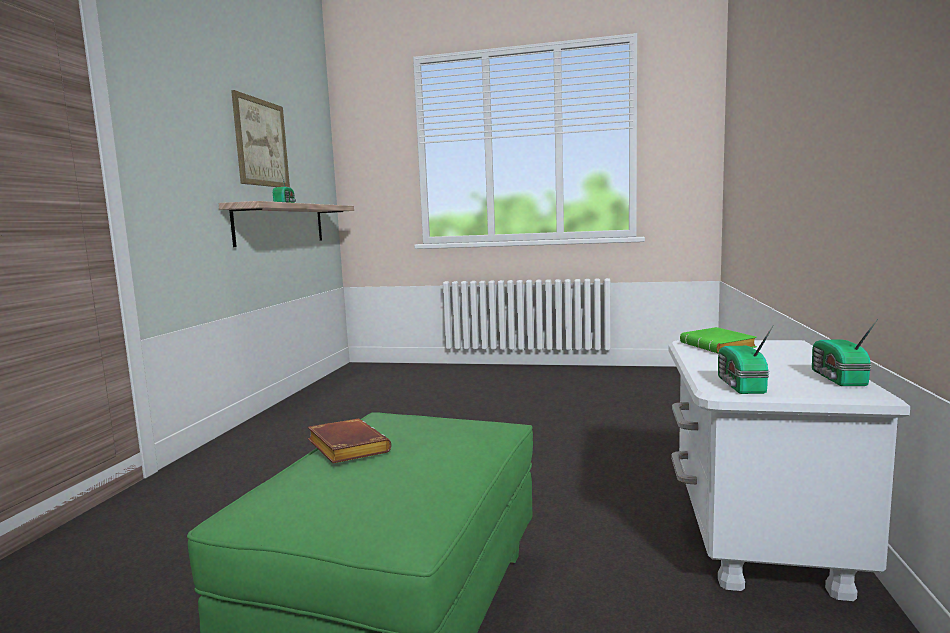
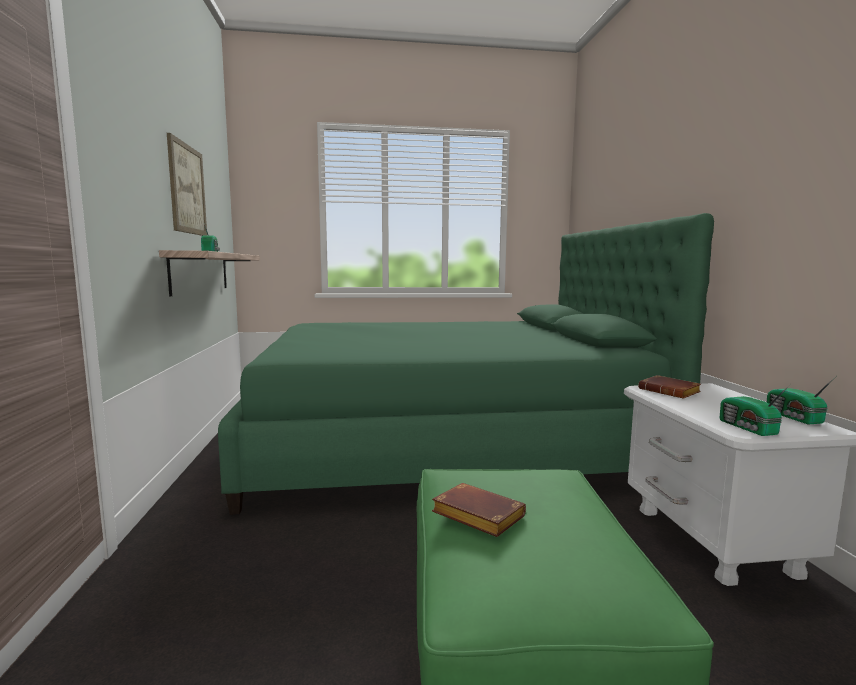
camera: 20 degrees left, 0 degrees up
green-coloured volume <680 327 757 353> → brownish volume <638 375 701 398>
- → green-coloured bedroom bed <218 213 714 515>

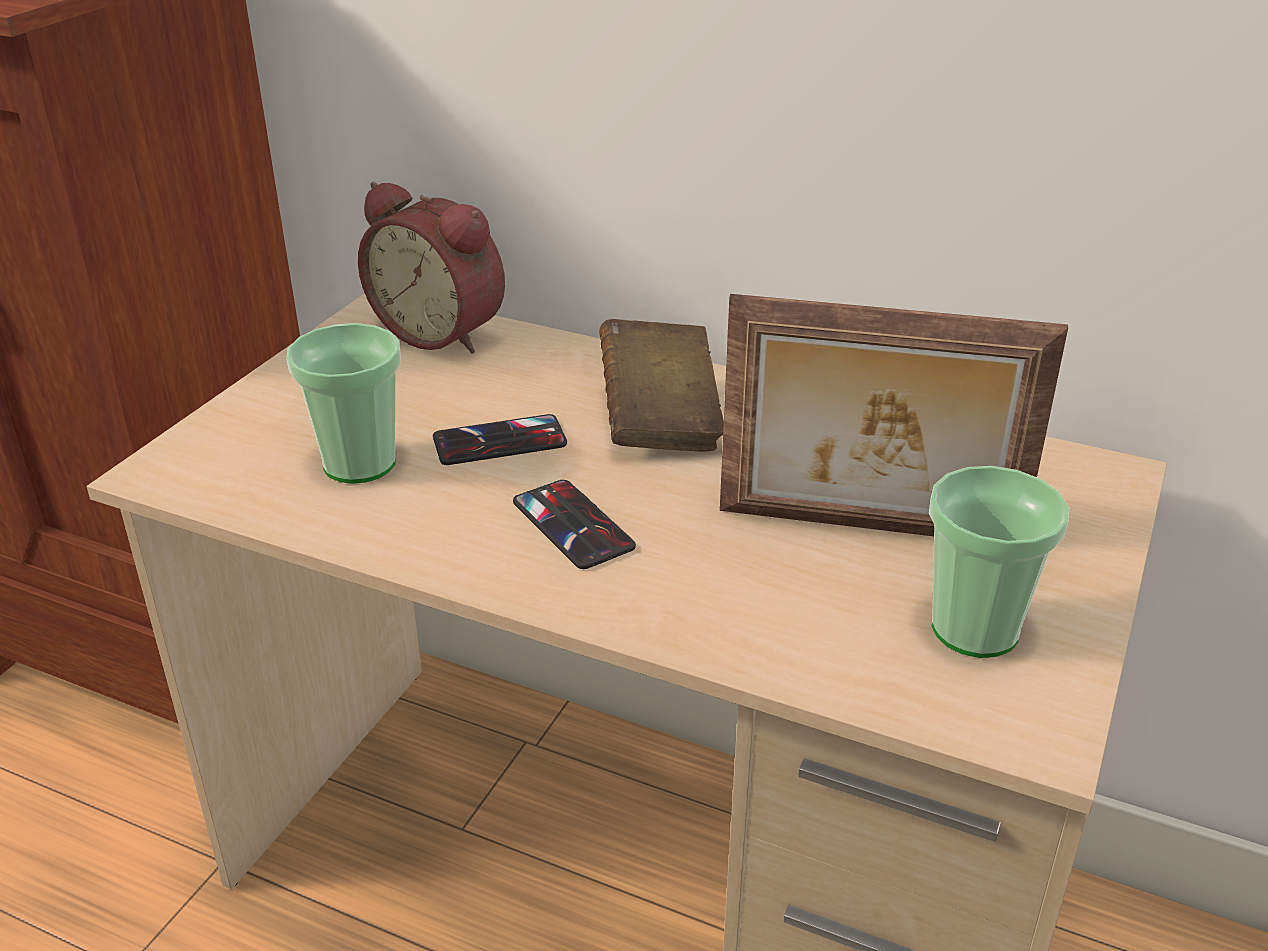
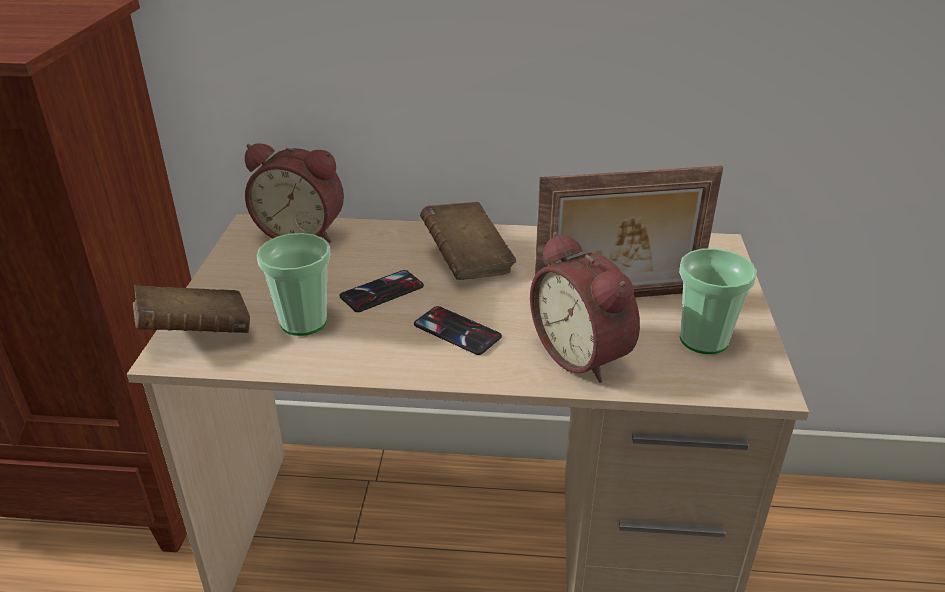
camera: 20 degrees left, 0 degrees up
- → brownish volume <133 285 250 333>
- → table clock <530 232 640 383>

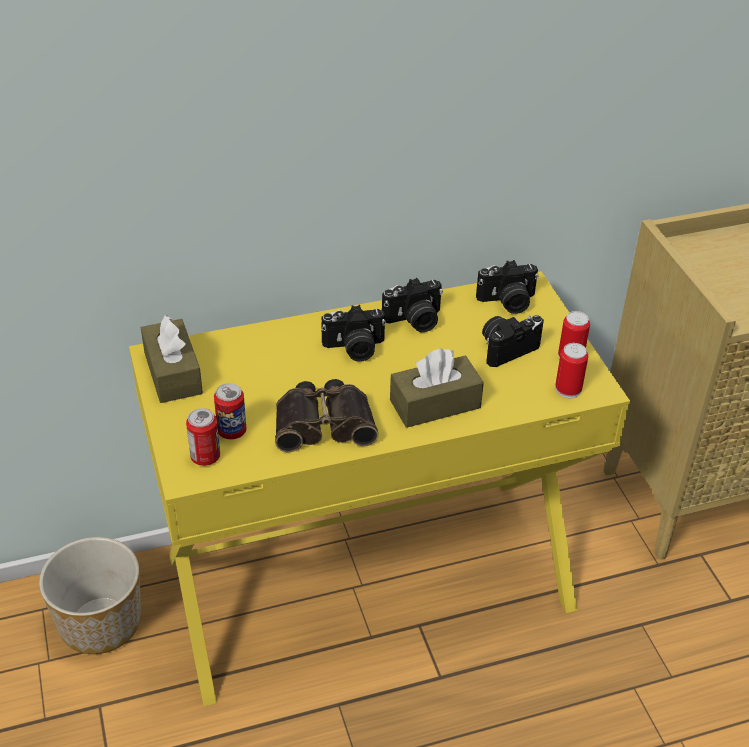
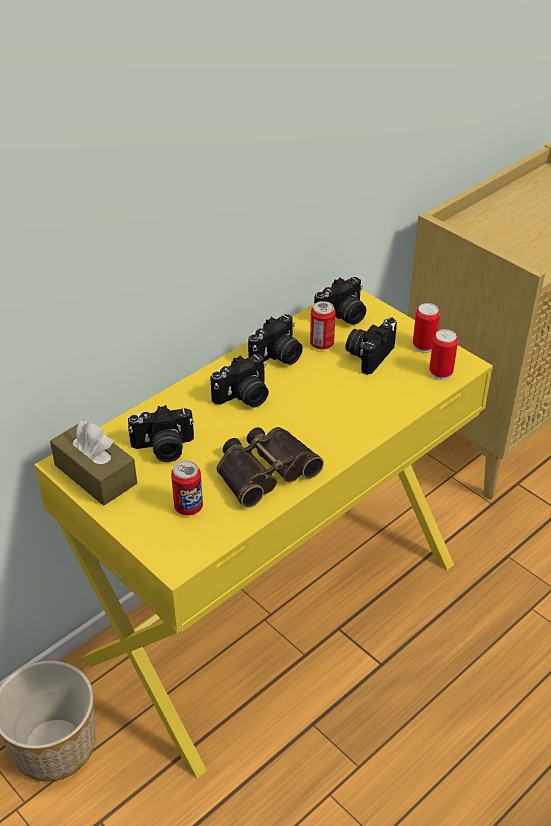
camera: 25 degrees left, 0 degrees up
sealed can <186 408 220 466> → sealed can <310 301 336 349>, relocated
brownish box of tissues <390 348 484 428> → -
- → photo camera <128 405 194 462>

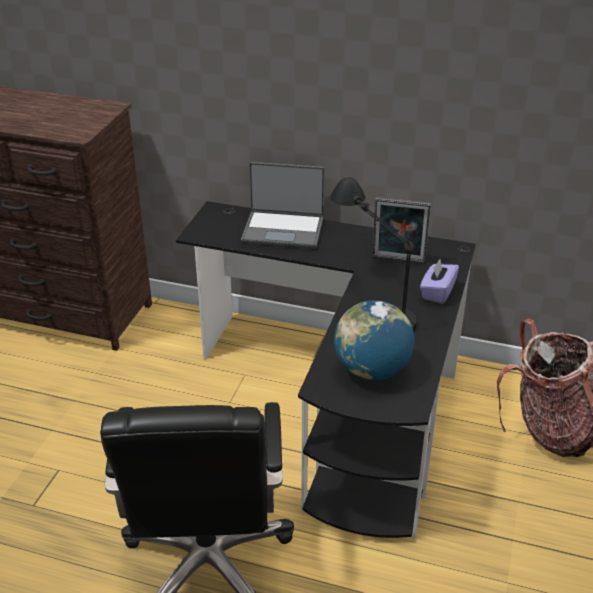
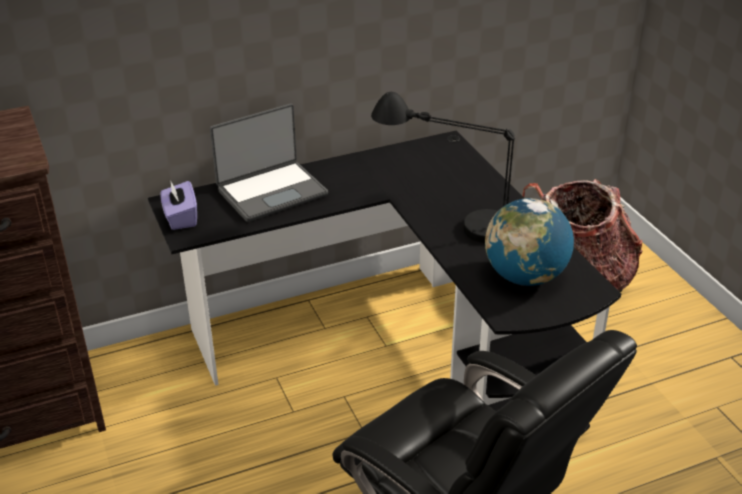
camera: 40 degrees left, 0 degrees up
standing frame <373 197 431 263> → -
purple box of tissues <420 259 459 304> → purple box of tissues <160 180 197 230>, relocated

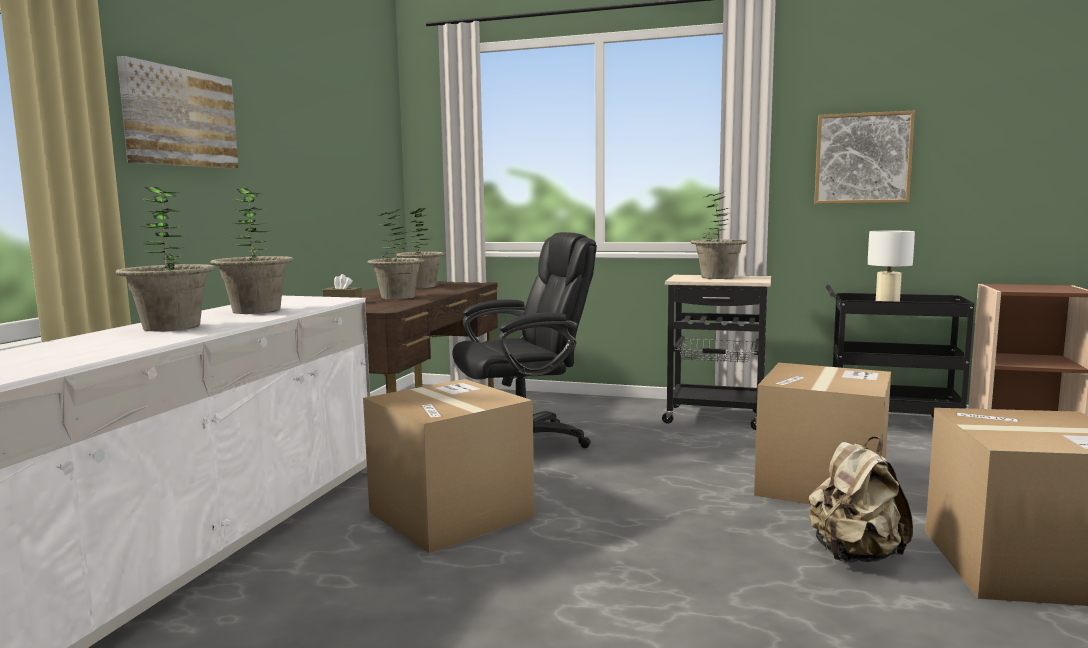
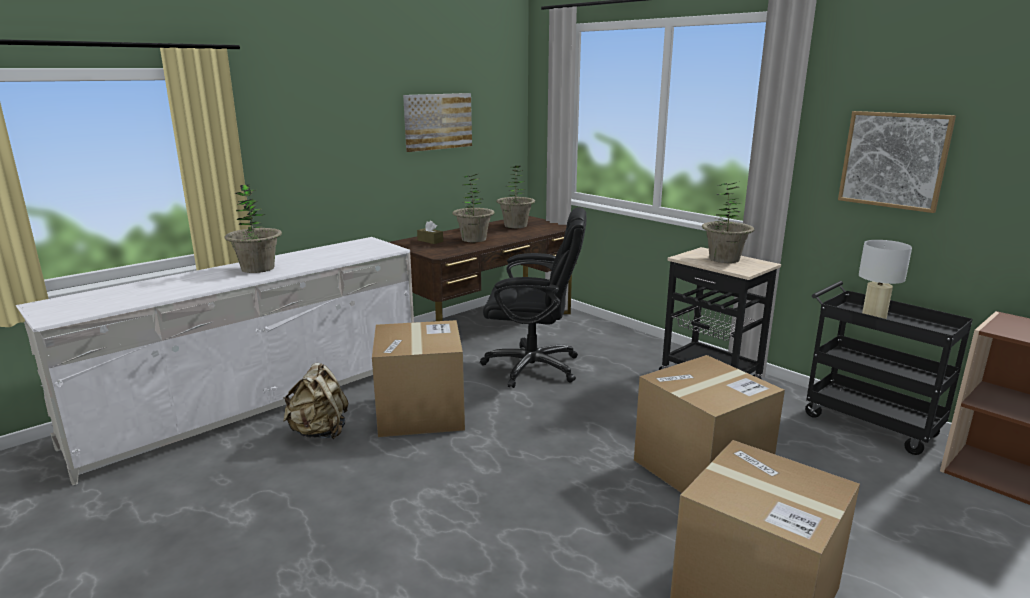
camera: 30 degrees right, 10 degrees up
wall picture <117 56 239 169> → wall picture <403 93 472 152>, relocated
houseplant <210 188 294 314> → -
beige-coloured backpack <809 437 913 563> → beige-coloured backpack <283 363 349 439>, relocated

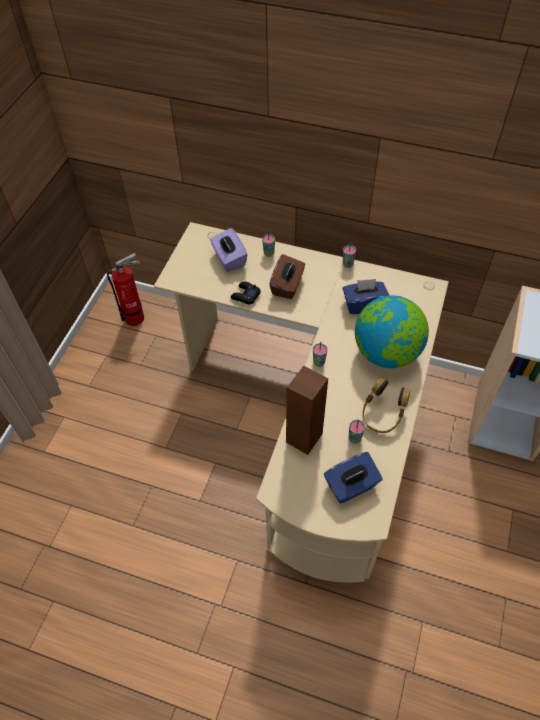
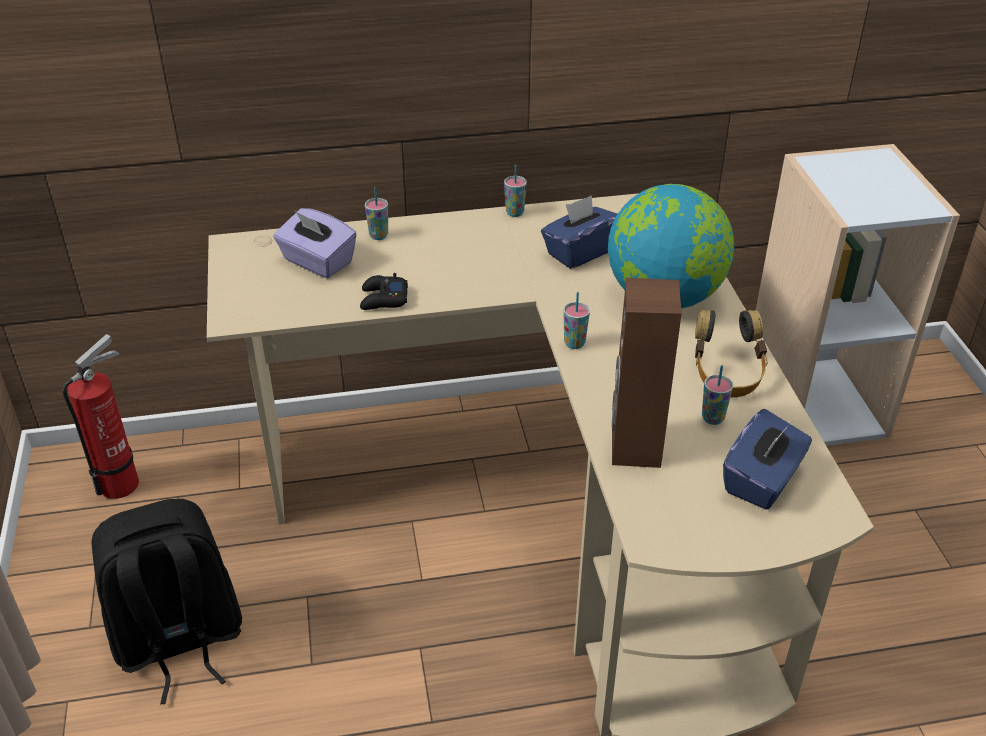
camera: 30 degrees left, 15 degrees down
brownish box of tissues <269 254 305 299> → -
- → blackish backpack <91 499 242 705>

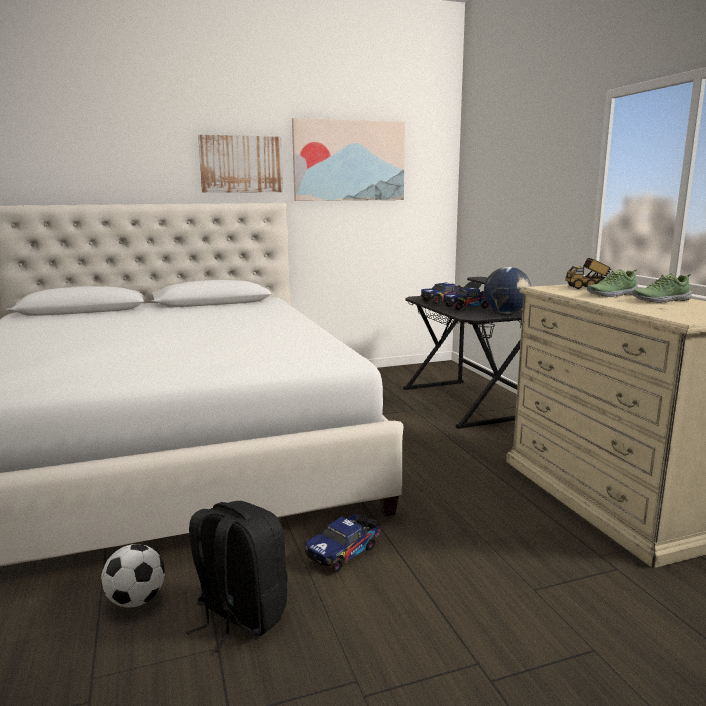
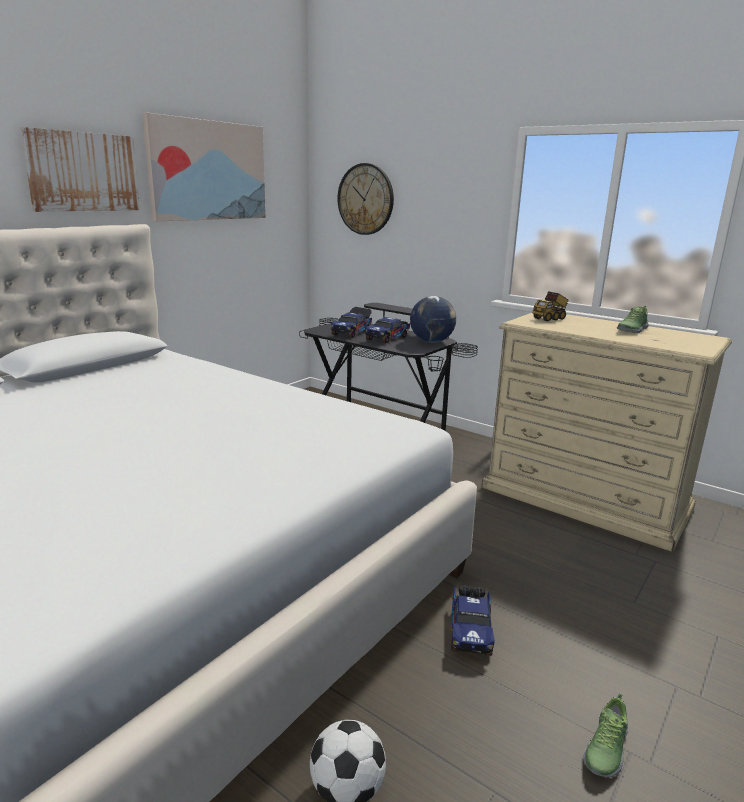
camera: 35 degrees left, 5 degrees up
blackish backpack <186 501 288 652> → -
shoe <587 269 638 297> → shoe <583 694 628 778>, relocated
- → hanging clock <337 163 394 235>

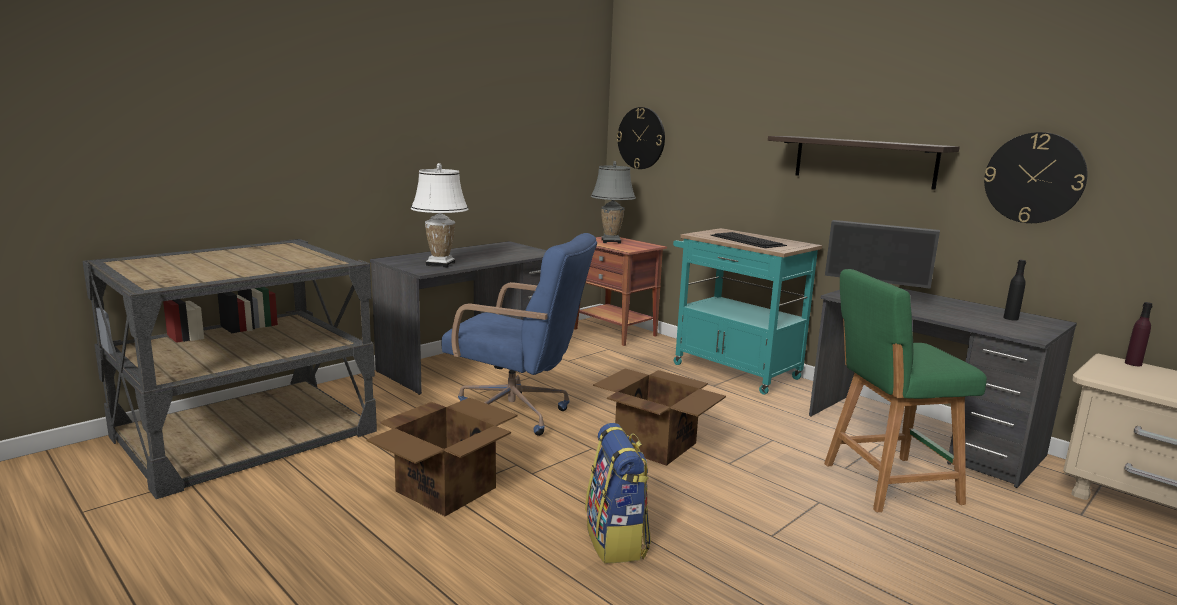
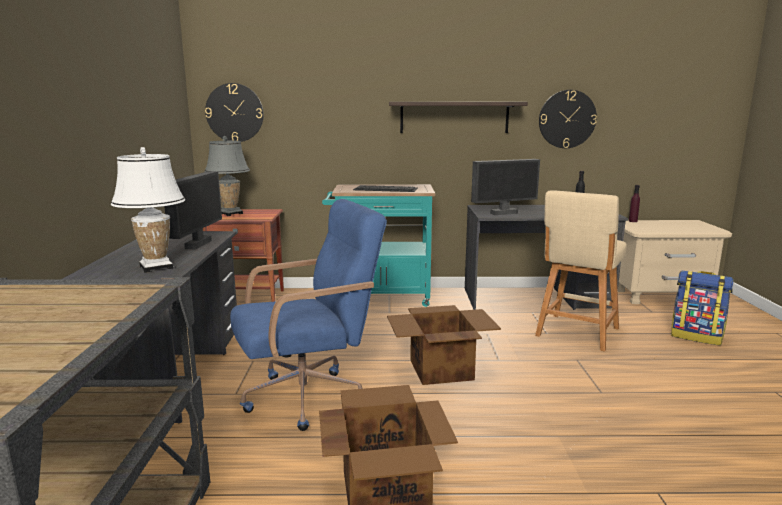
camera: 45 degrees left, 0 degrees up
backpack <585 423 651 564> → backpack <671 271 734 346>, relocated
green-coloured stool seat <824 269 987 512> → beige-coloured stool seat <535 190 627 352>
- → monitor <164 171 222 249>

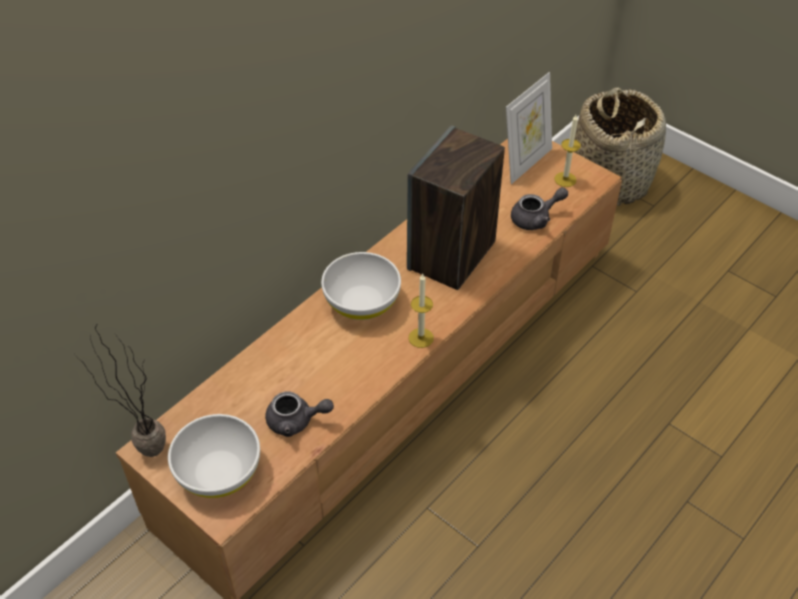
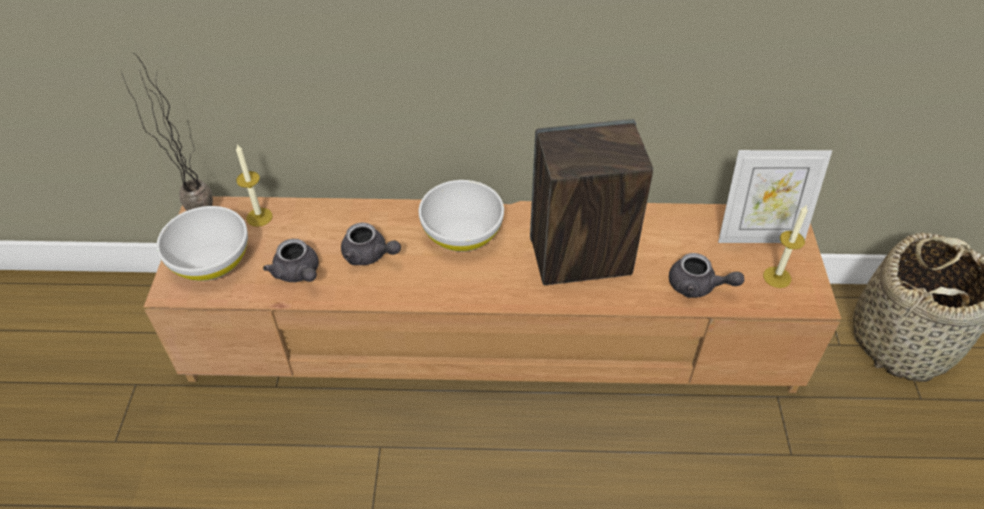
camera: 50 degrees right, 0 degrees up
candle <408 274 434 348> → candle <236 144 272 227>, relocated
- → greyish pot for tea <341 223 401 265>

